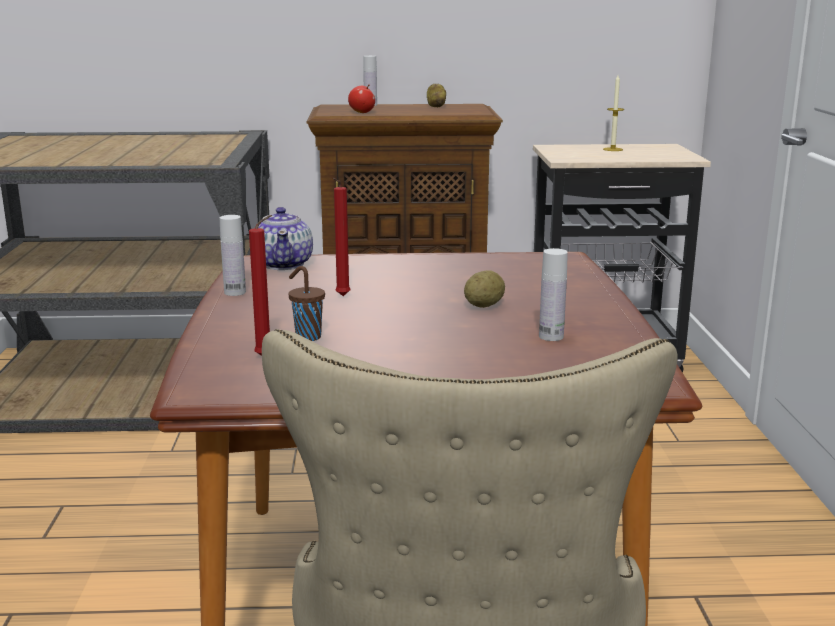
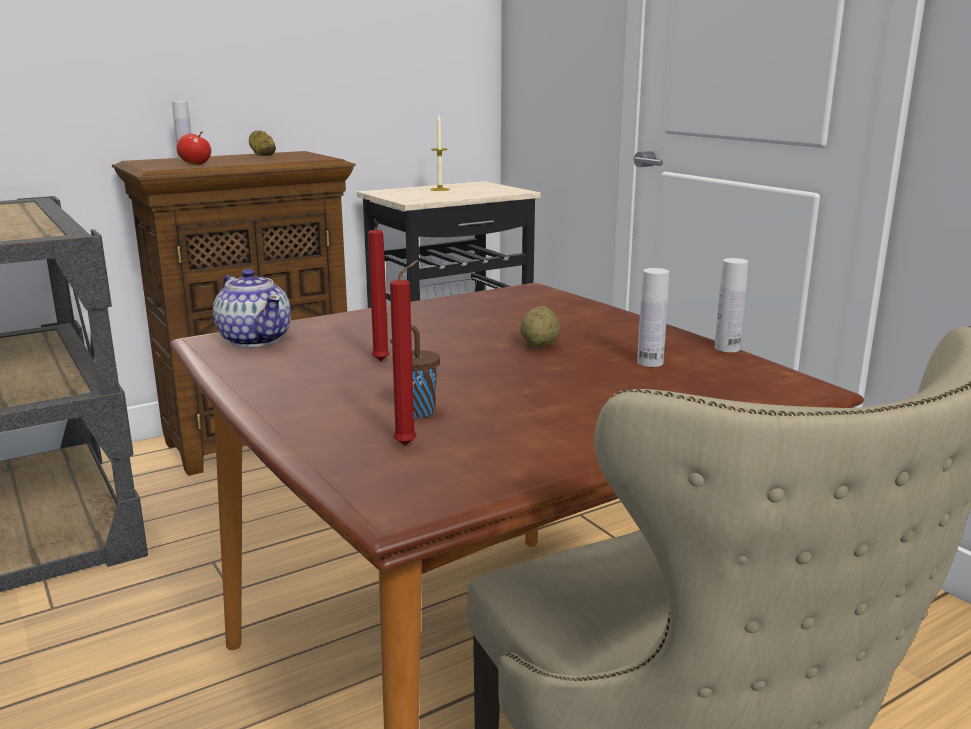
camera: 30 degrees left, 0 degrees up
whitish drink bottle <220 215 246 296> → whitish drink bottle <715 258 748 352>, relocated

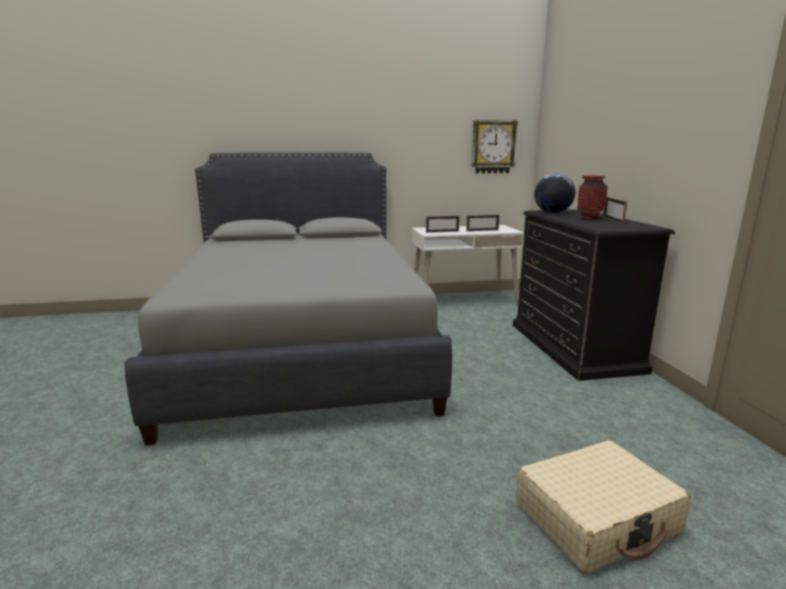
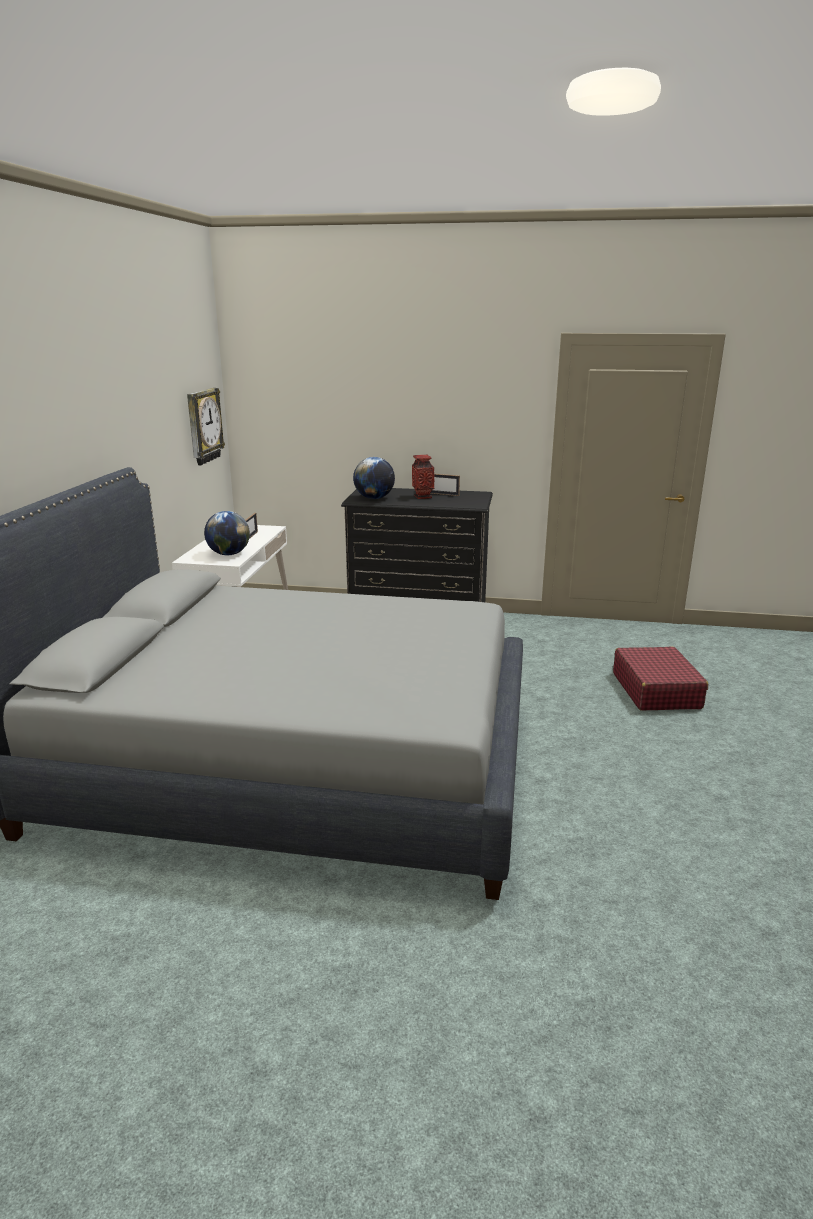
camera: 70 degrees left, 5 degrees up
standing frame <426 216 459 233> → world globe <204 511 250 555>
beige-coloured travel case <516 440 691 573> → red travel case <613 646 708 710>

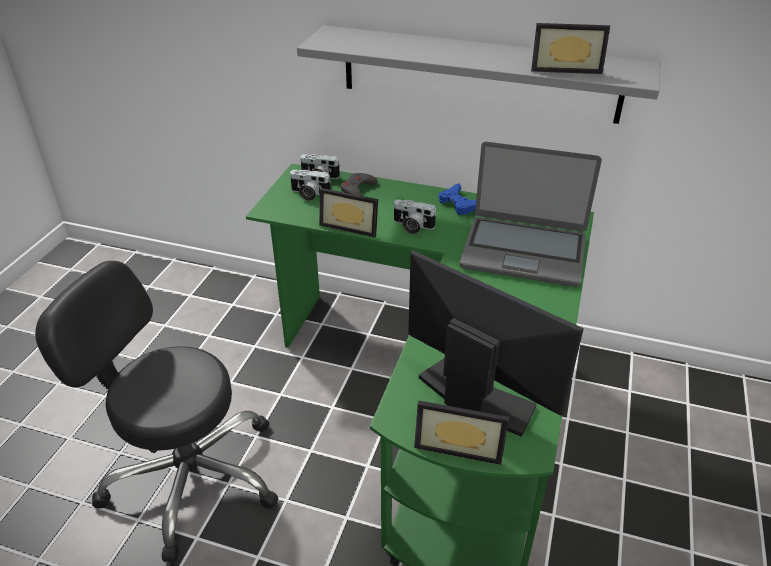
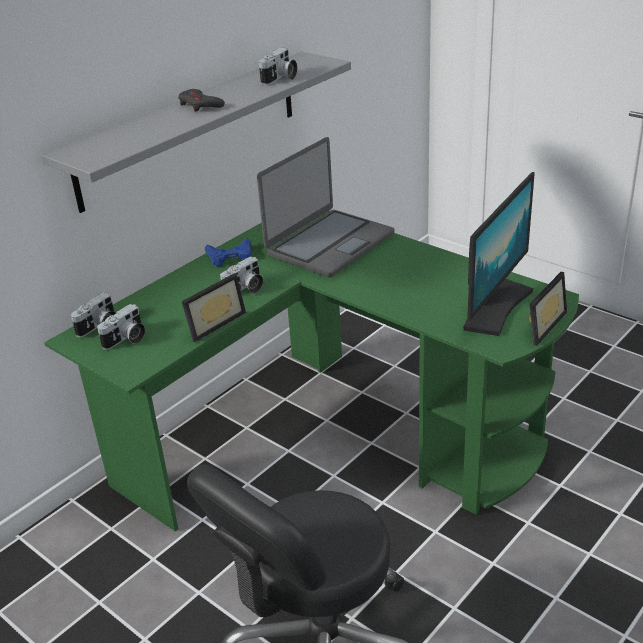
camera: 65 degrees left, 5 degrees down
greyish game controller <341 173 378 196> → greyish game controller <178 89 225 112>, relocated
monitor <408 250 584 437> → monitor <463 172 535 336>, 150 degrees clockwise
standing frame <531 23 610 74> → photo camera <259 48 297 85>

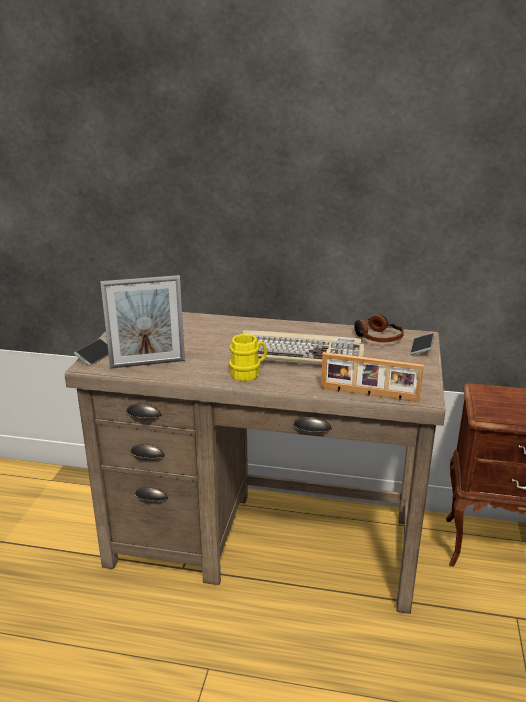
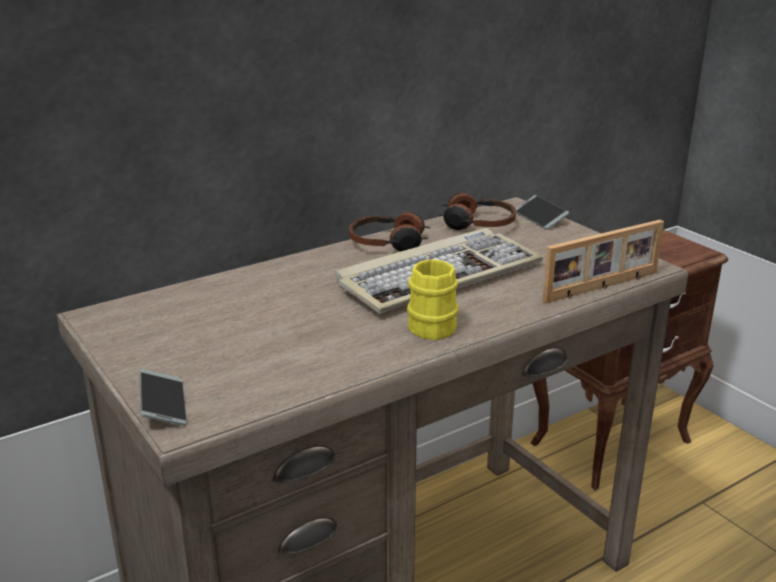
camera: 45 degrees left, 0 degrees up
standing frame <100 275 185 369> → -
- → headset <349 212 431 252>

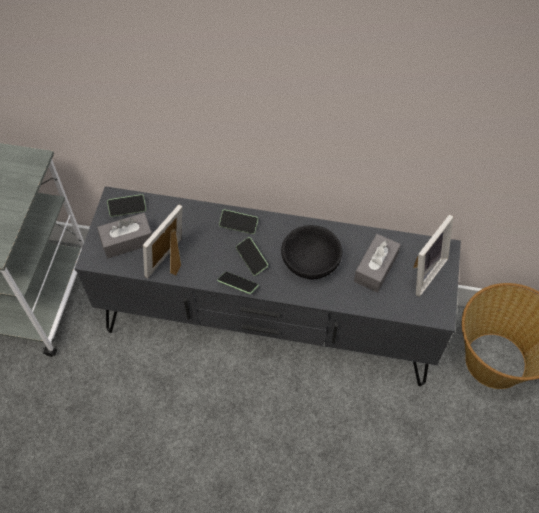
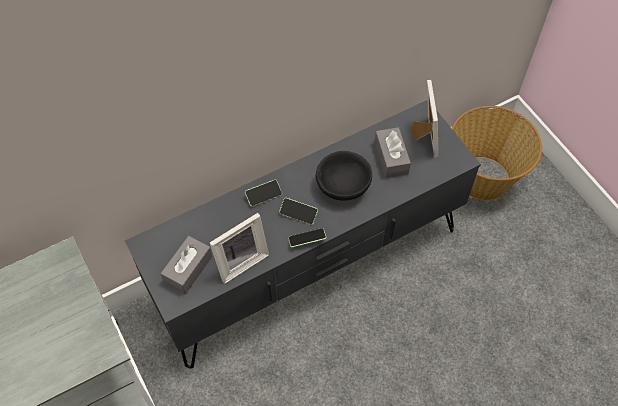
camera: 40 degrees left, 0 degrees up
telephone <107 194 146 217> → -
standing frame <143 205 183 279> → standing frame <210 213 269 284>, 120 degrees counterclockwise

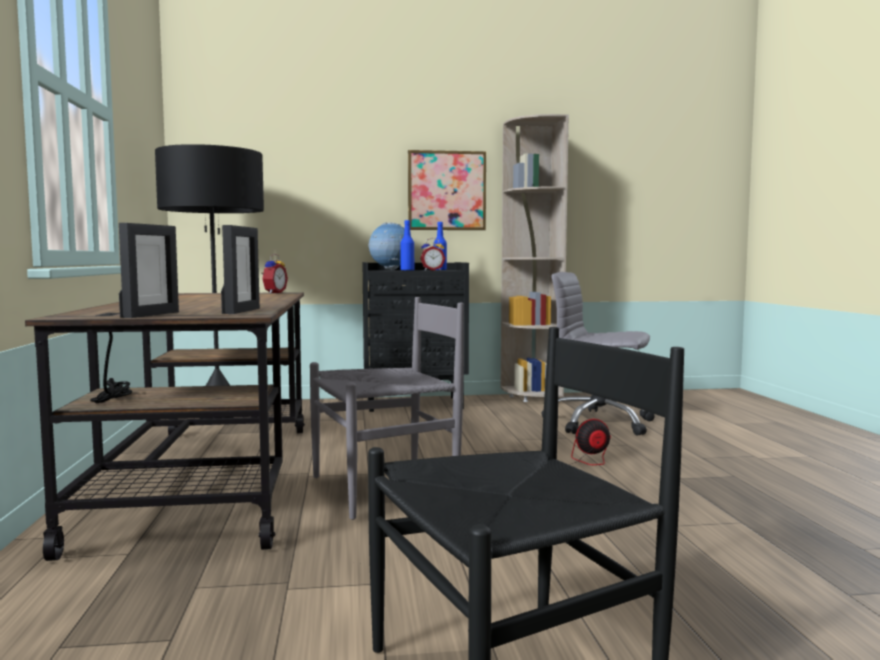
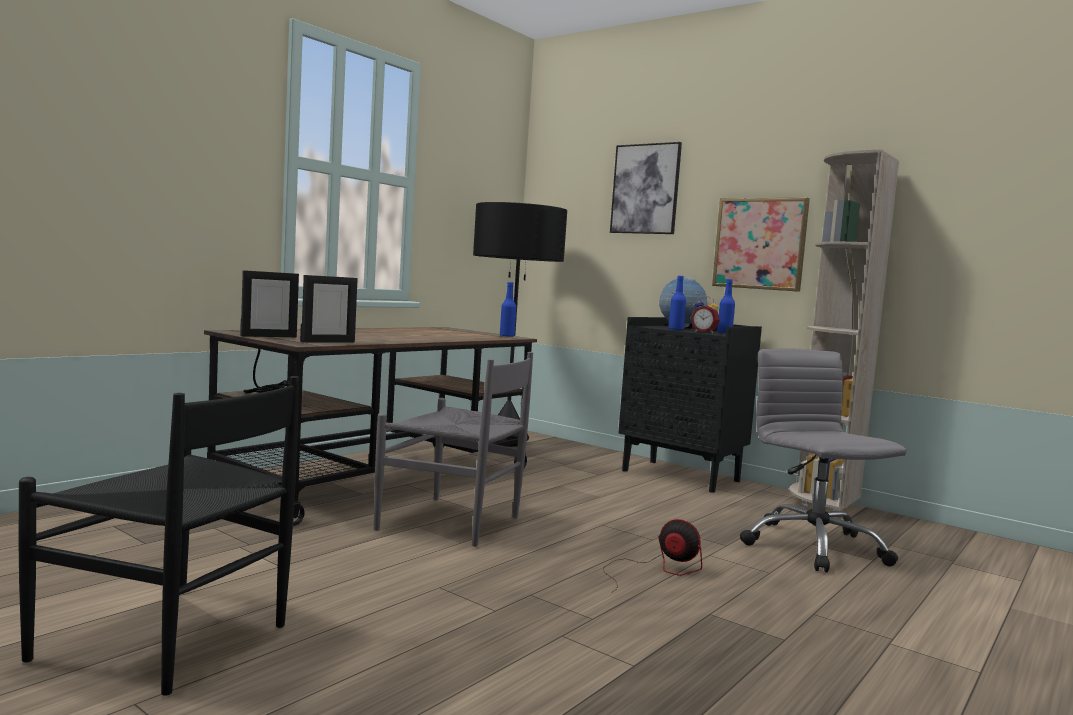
camera: 45 degrees right, 0 degrees up
table clock <261 254 288 293> → blue-coloured drink bottle <500 282 516 337>
- → wall picture <610 142 682 234>

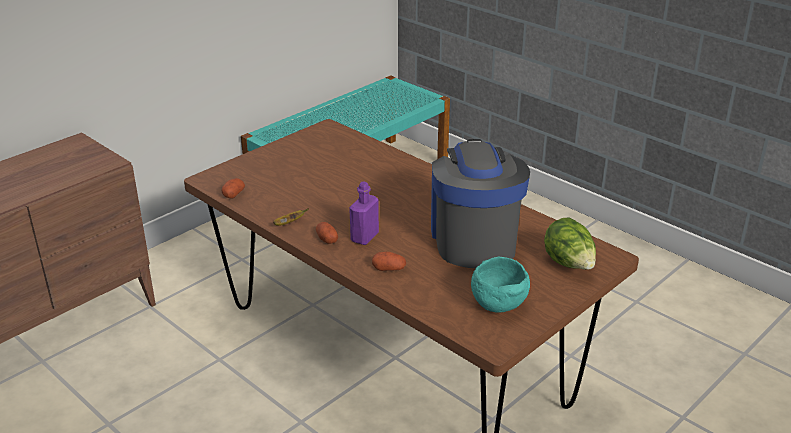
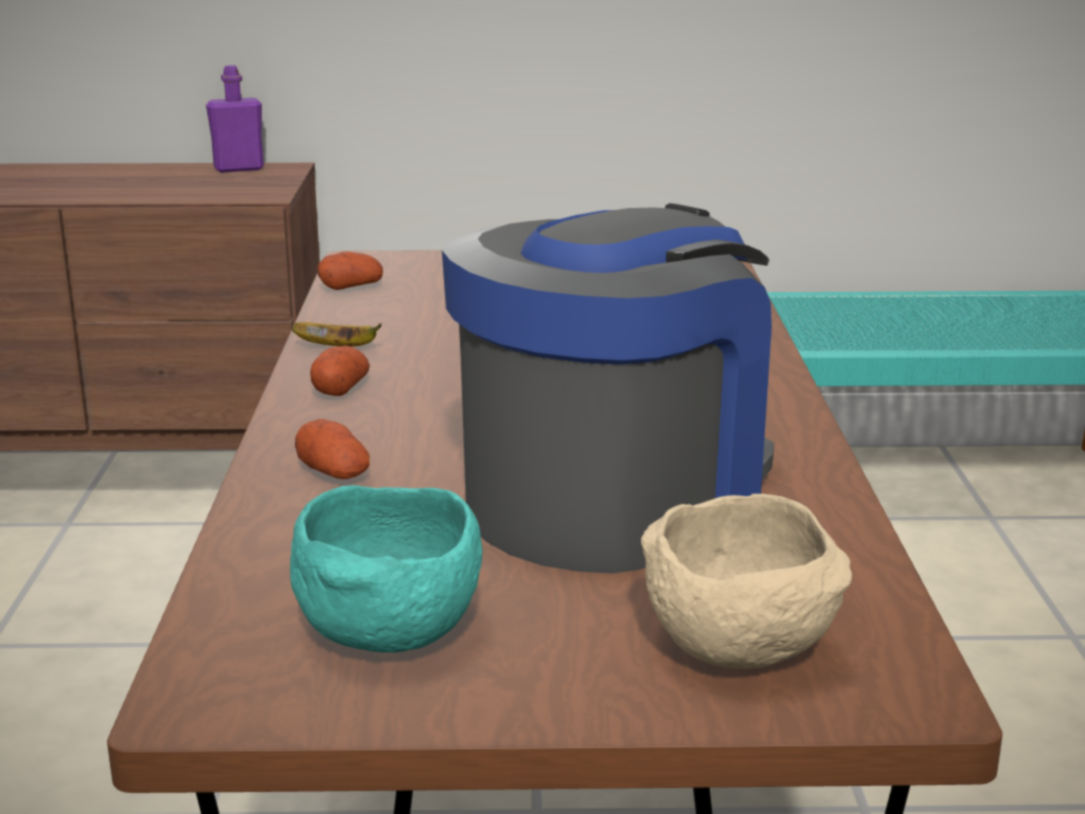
camera: 45 degrees right, 10 degrees down
purple drink bottle <349 181 379 245> → purple drink bottle <206 65 264 173>, relocated
lettuce head <544 217 596 270> → beige-coloured serving bowl <641 494 852 668>

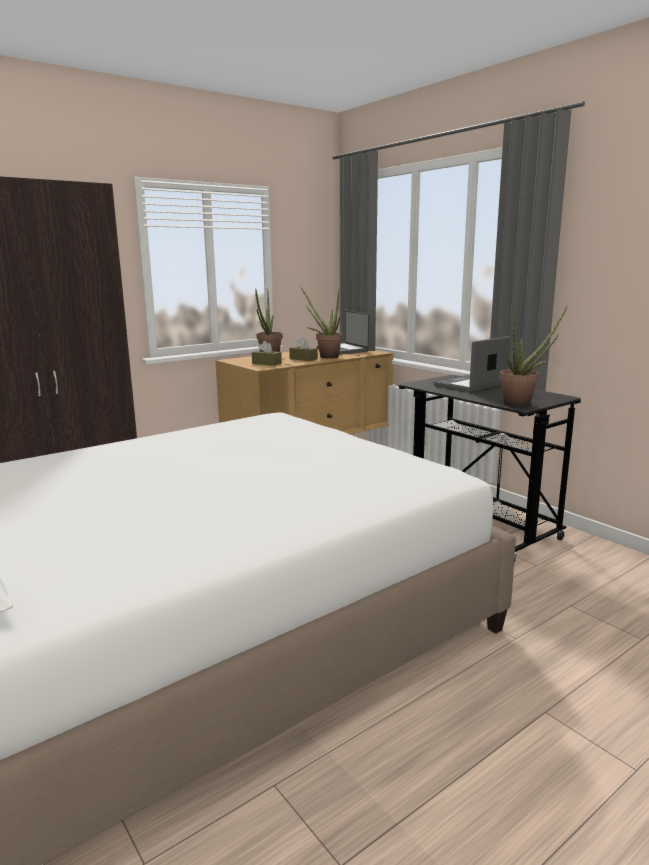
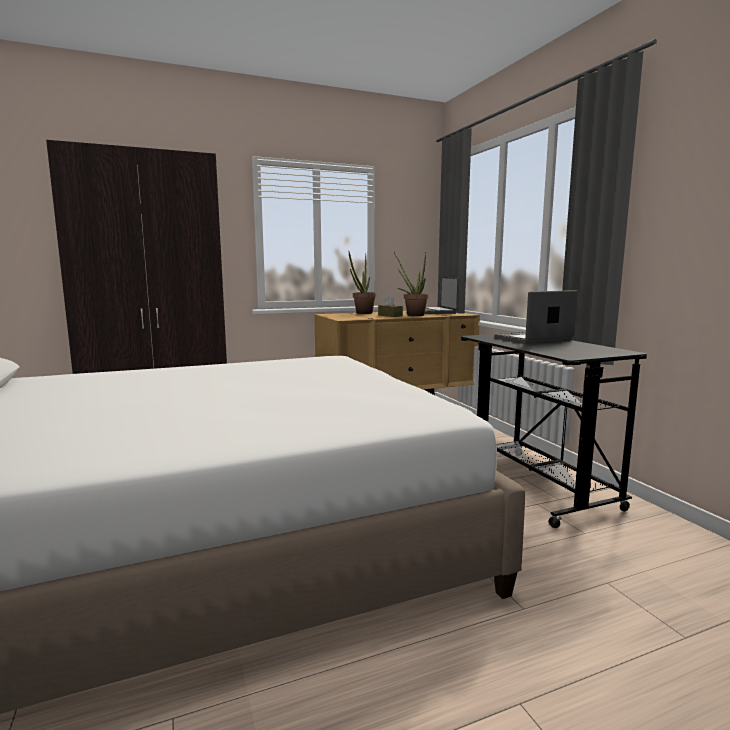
camera: 15 degrees right, 5 degrees down
brownish box of tissues <252 341 282 366> → -
houseplant <500 306 567 407> → -

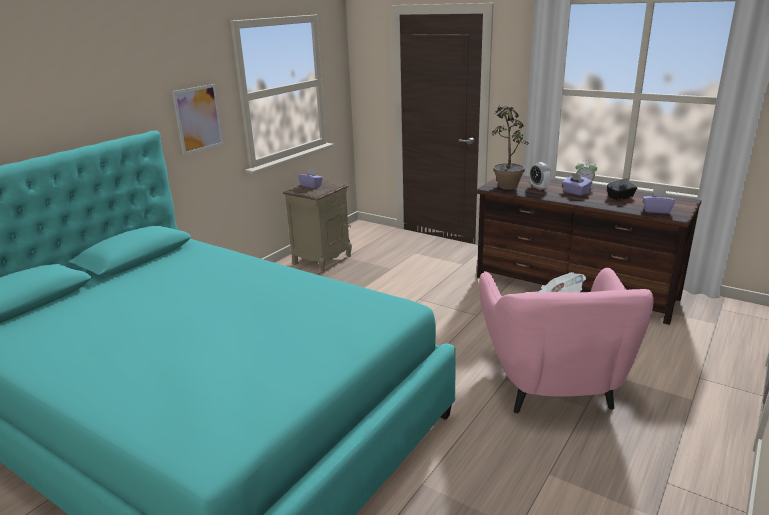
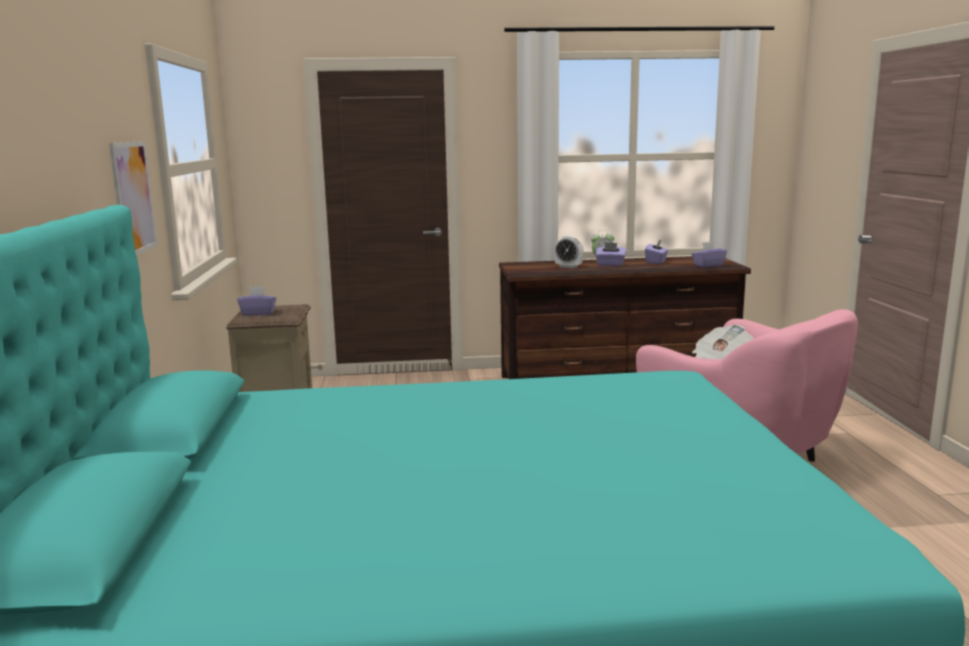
camera: 40 degrees left, 10 degrees down
houseplant <491 105 529 190> → -
blackish box of tissues <607 178 637 200> → purple box of tissues <645 240 669 264>

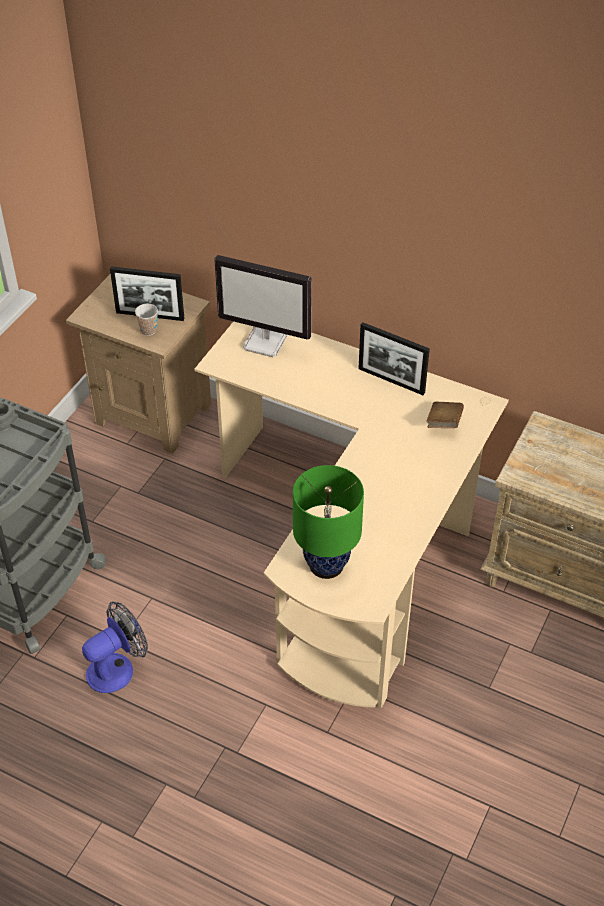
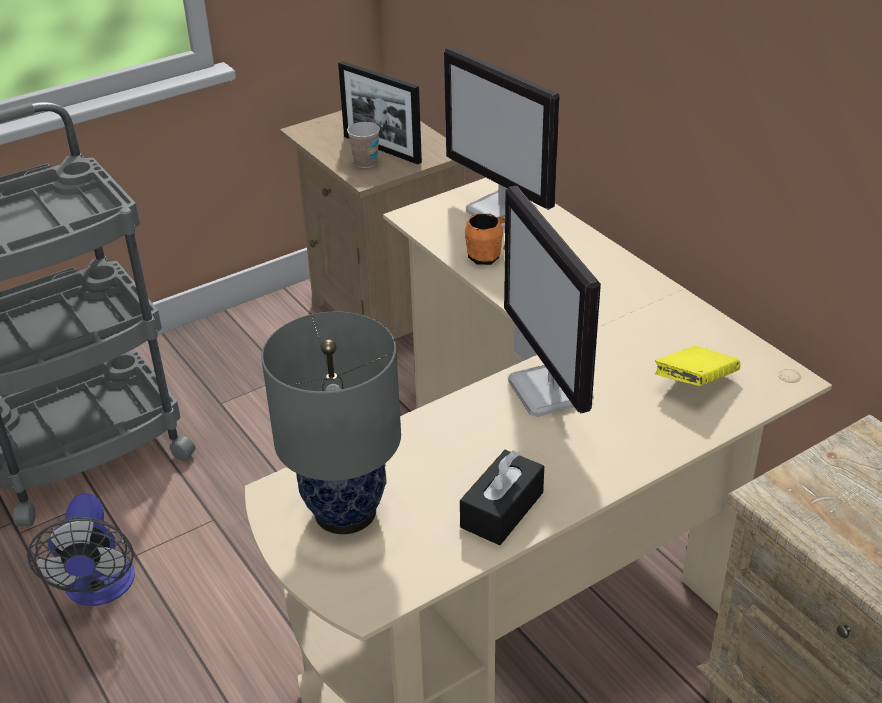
camera: 30 degrees right, 10 degrees down
cooling fan <82 602 148 693> → cooling fan <27 493 135 606>, 90 degrees clockwise
green-coloured table lamp <293 465 364 579> → greyish table lamp <261 312 401 534>
standing frame <359 322 430 395> → -
brownish volume <427 402 464 428> → yellow-coloured volume <655 346 740 386>
- → blackish box of tissues <460 450 544 545>
- → orangey mug <465 213 505 265>
- → monitor <504 186 601 417>

